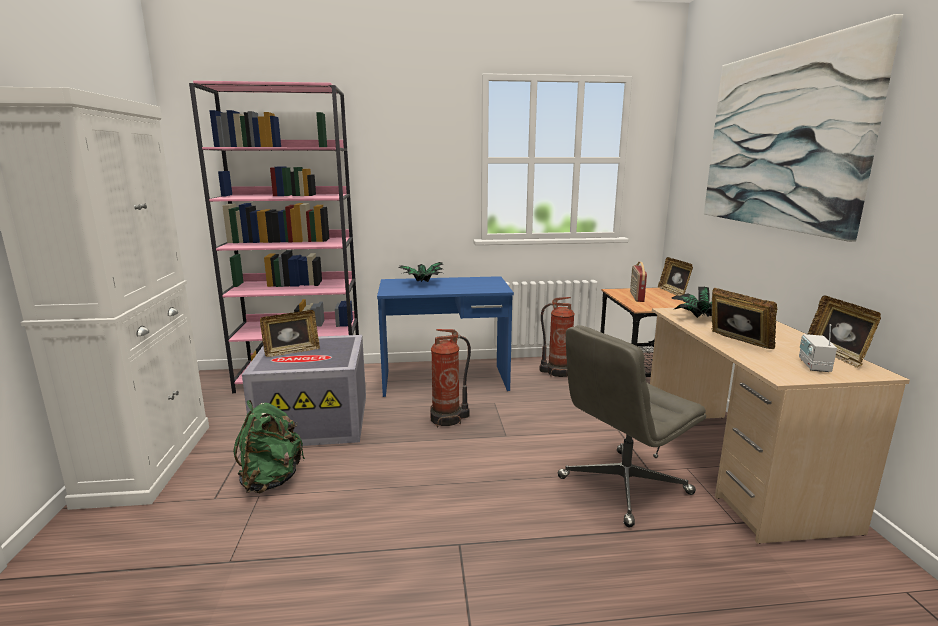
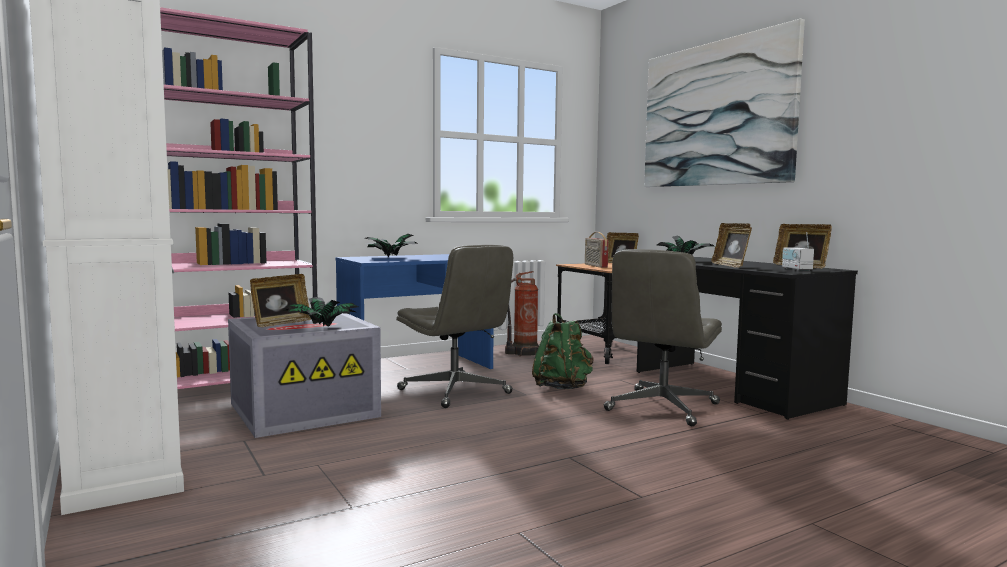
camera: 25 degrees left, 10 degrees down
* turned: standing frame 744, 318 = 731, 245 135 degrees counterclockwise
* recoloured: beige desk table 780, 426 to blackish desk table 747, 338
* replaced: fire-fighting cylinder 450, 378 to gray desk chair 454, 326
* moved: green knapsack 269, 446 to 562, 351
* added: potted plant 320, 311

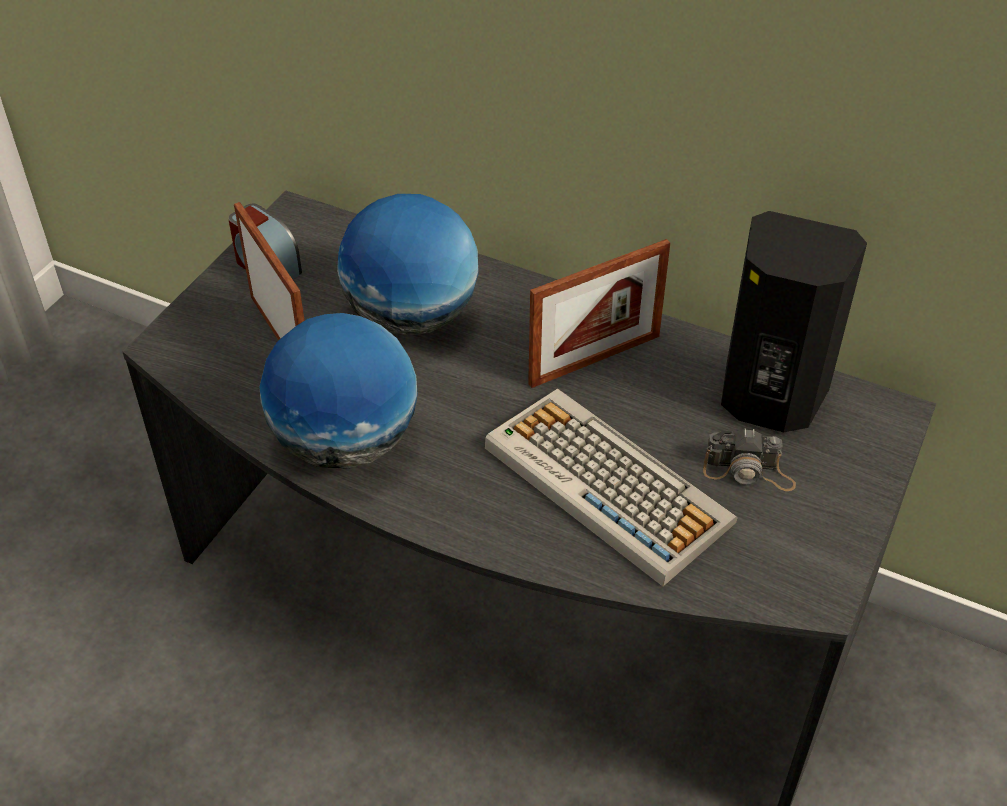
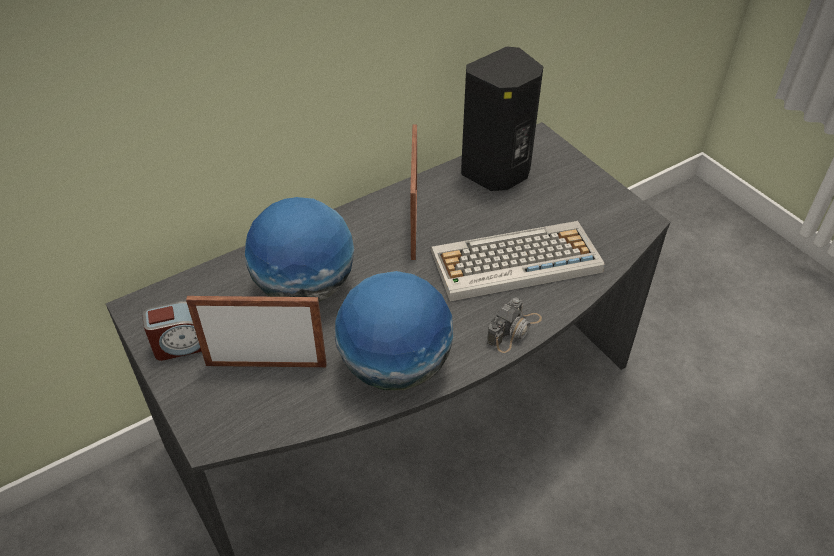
camera: 60 degrees left, 0 degrees up
* moved: still camera 749, 459 to 514, 325

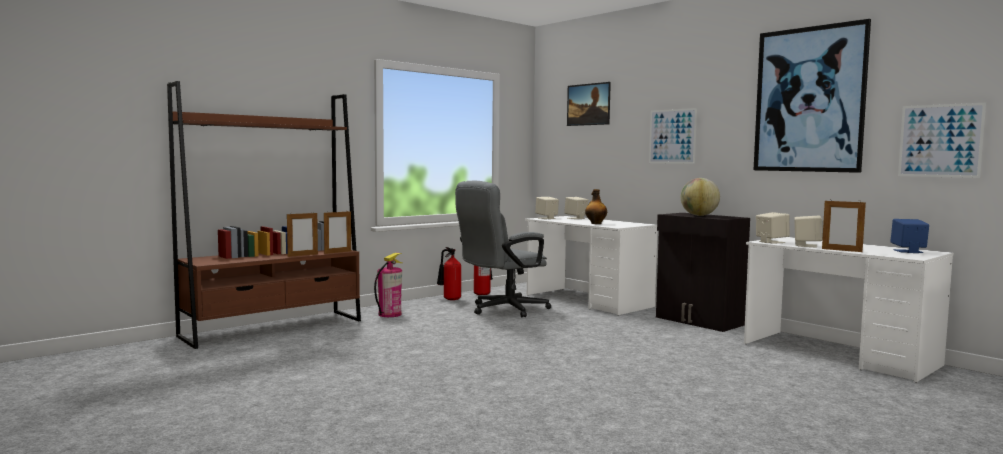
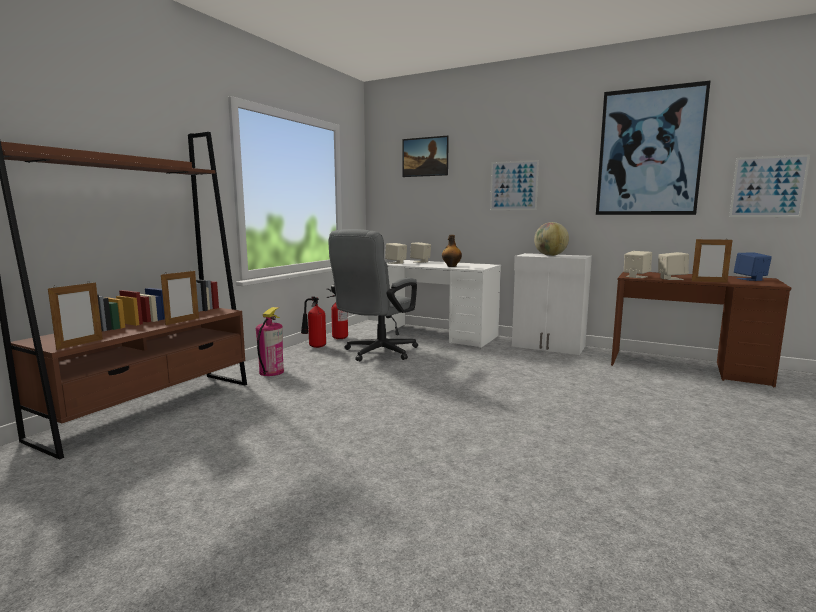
camera: 20 degrees left, 5 degrees up
* moved: standing frame 337, 232 to 75, 316
* recoloured: blackish cupboard 703, 272 to white-coloured cupboard 552, 304
* recoloured: white-coloured desk table 849, 310 to brown-coloured desk table 701, 329

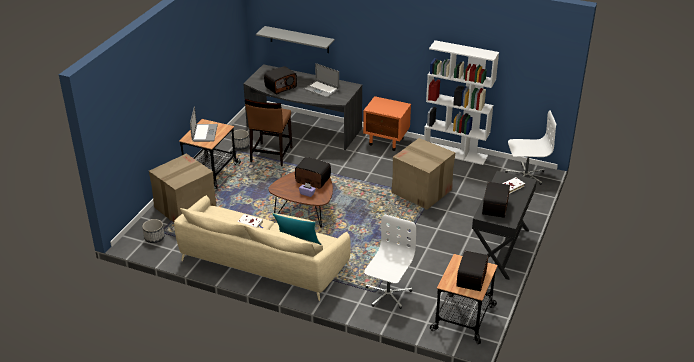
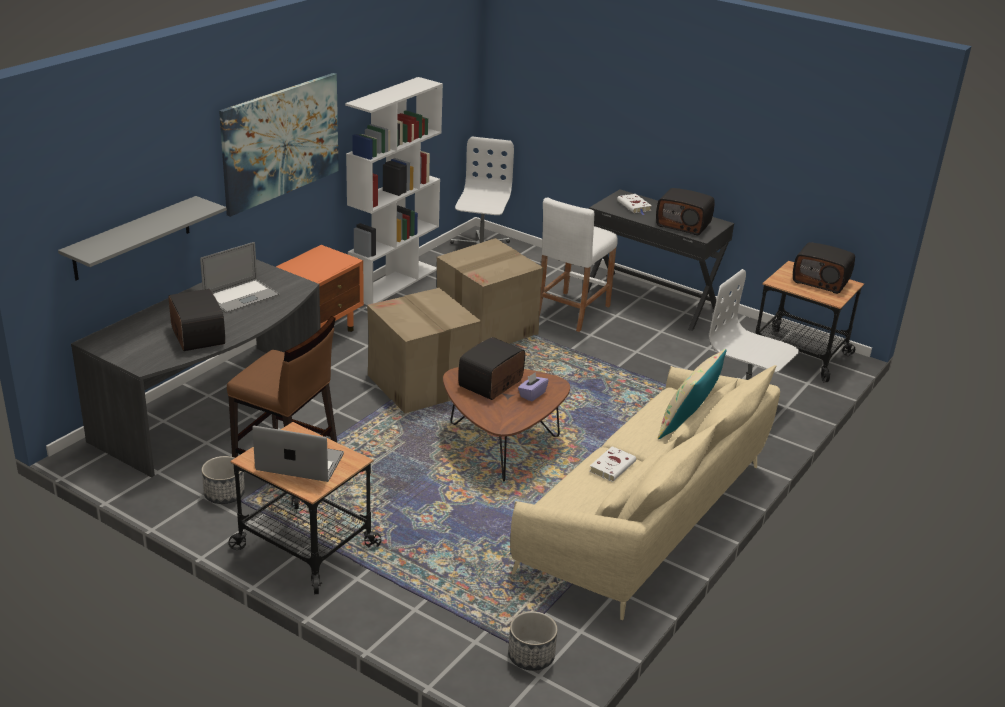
camera: 80 degrees left, 5 degrees down
* moved: carton 183, 187 to 424, 350
* added: wall picture 279, 145
* added: white-coloured sitting stool 578, 264

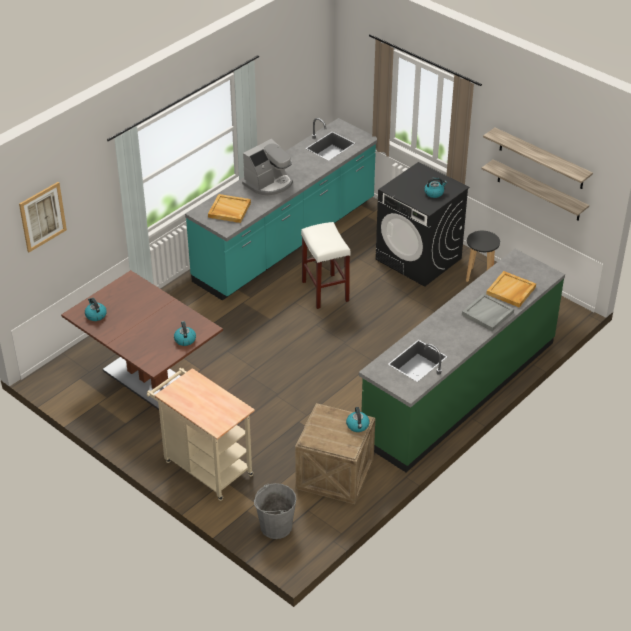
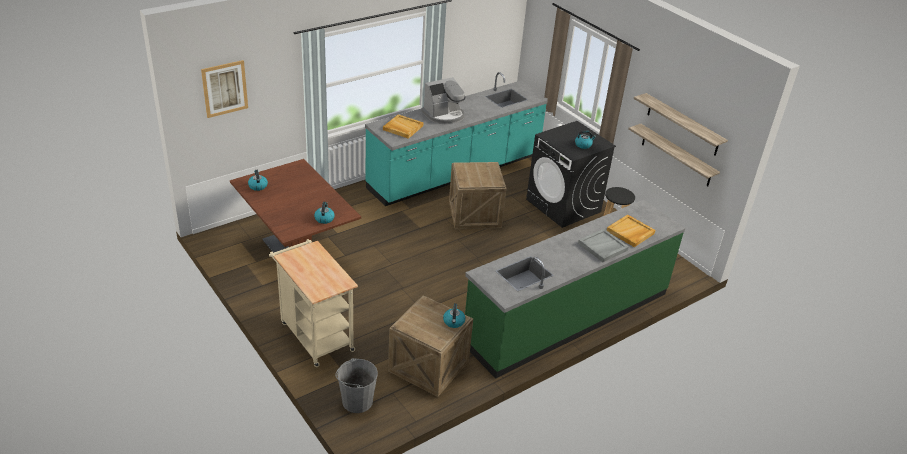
camera: 10 degrees right, 5 degrees down
* replaced: white-coloured sitting stool 326, 265 to packing crate 477, 195

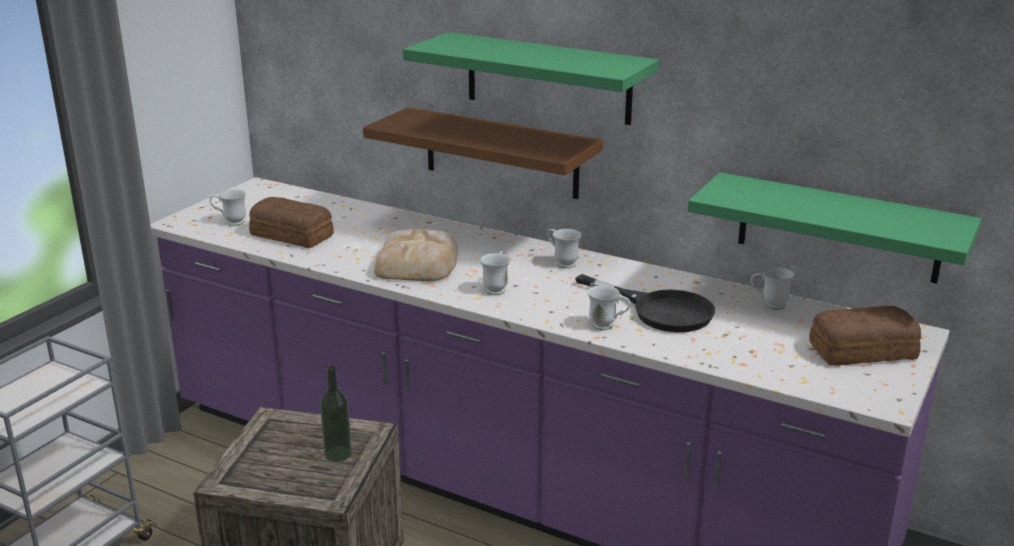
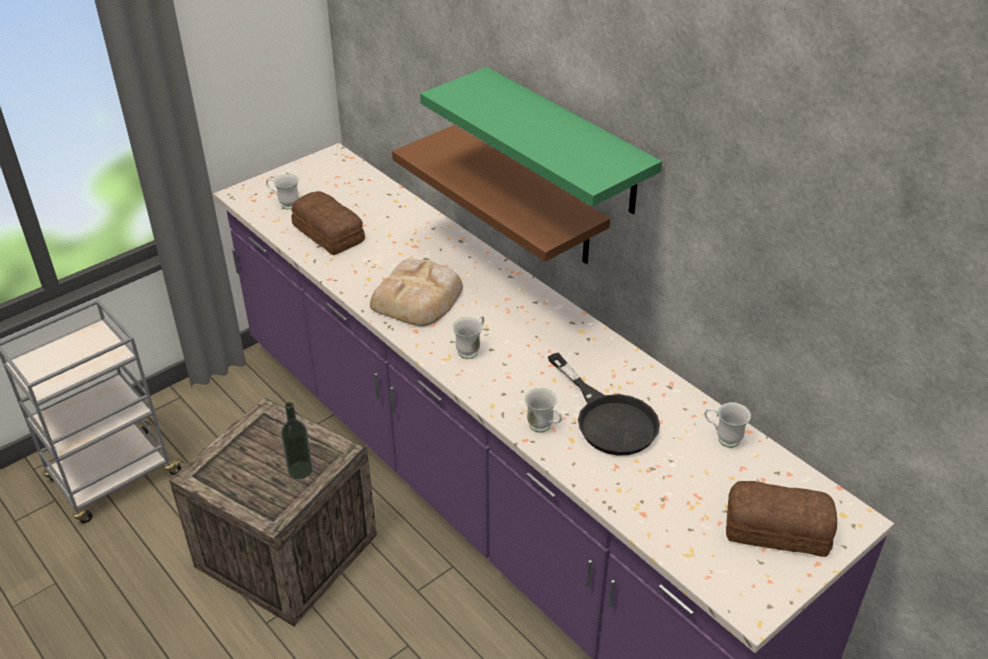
camera: 20 degrees right, 15 degrees up
* removed: green wall shelf 834, 228
* removed: white-coloured coffee mug 564, 248

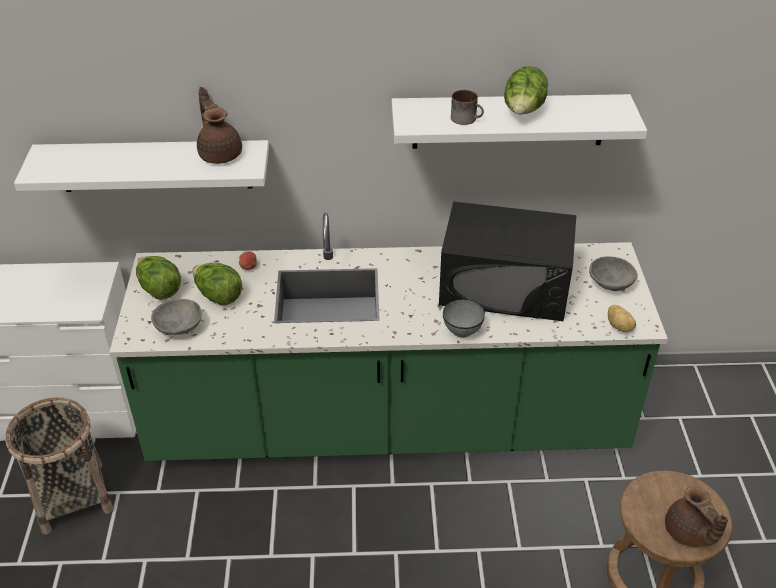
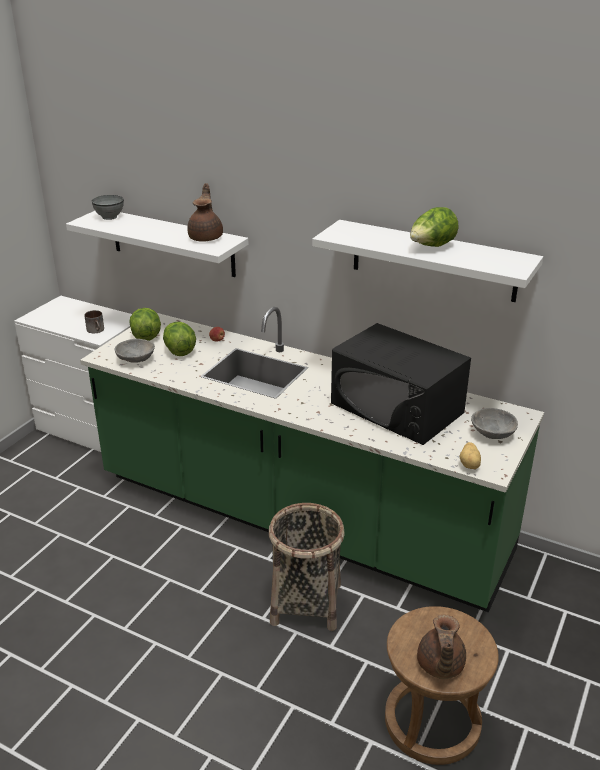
camera: 30 degrees right, 10 degrees down
* moved: coffee mug 467, 107 to 94, 321
* moved: gray serving bowl 464, 318 to 108, 207
* moved: storage basket 60, 466 to 307, 567

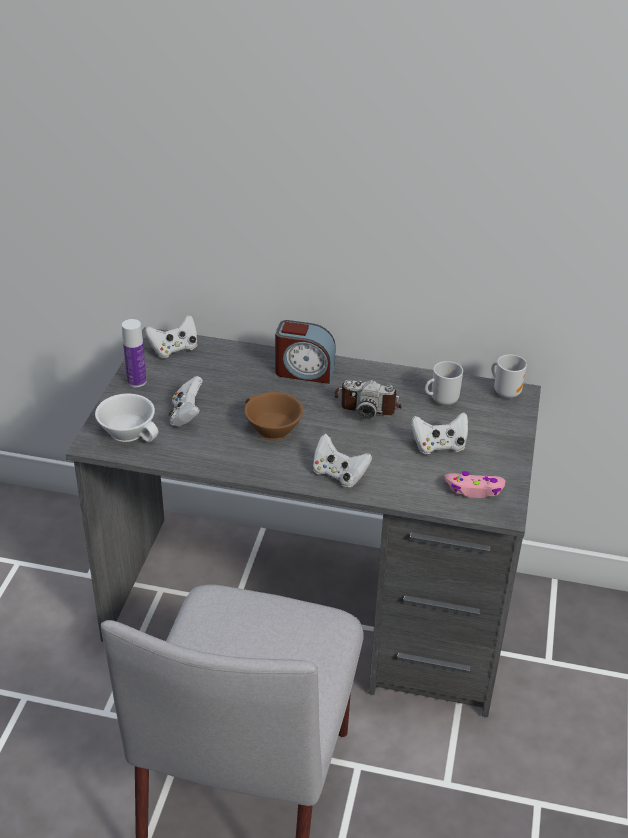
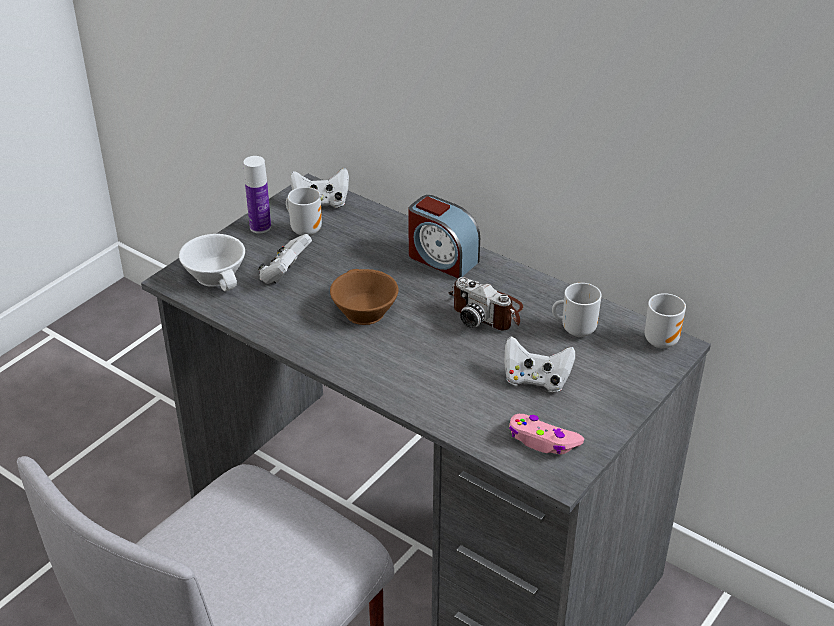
camera: 25 degrees right, 0 degrees up
* removed: white-coloured gamepad 342, 461
* added: coffee mug 304, 211

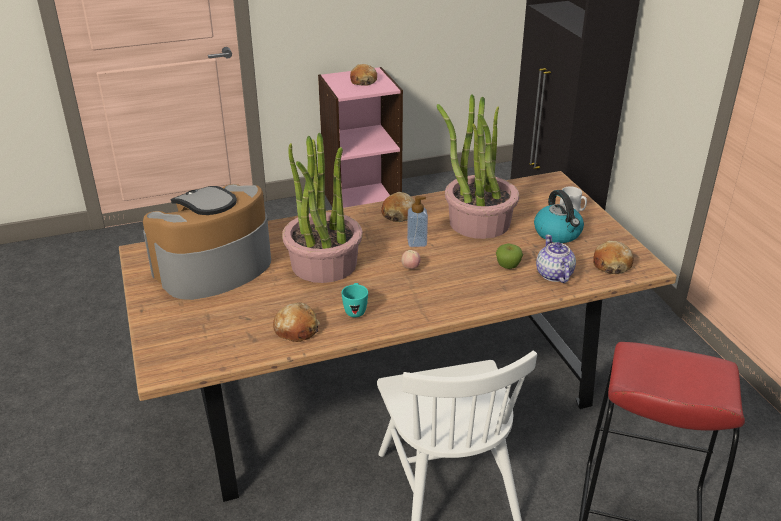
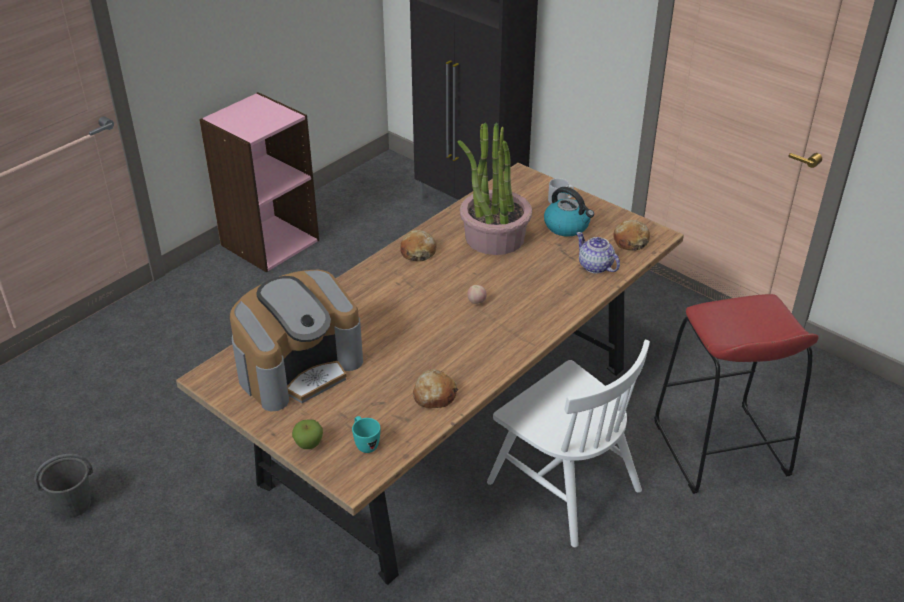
camera: 30 degrees left, 5 degrees up
* removed: bread 363, 75
* removed: potted plant 322, 207
* turned: coffee maker 207, 242 = 296, 340 150 degrees counterclockwise
* removed: soap bottle 417, 221
* moved: apple fruit 509, 256 to 307, 434
* moved: blue-green coffee mug 355, 300 to 366, 434
* added: gray pail 63, 486

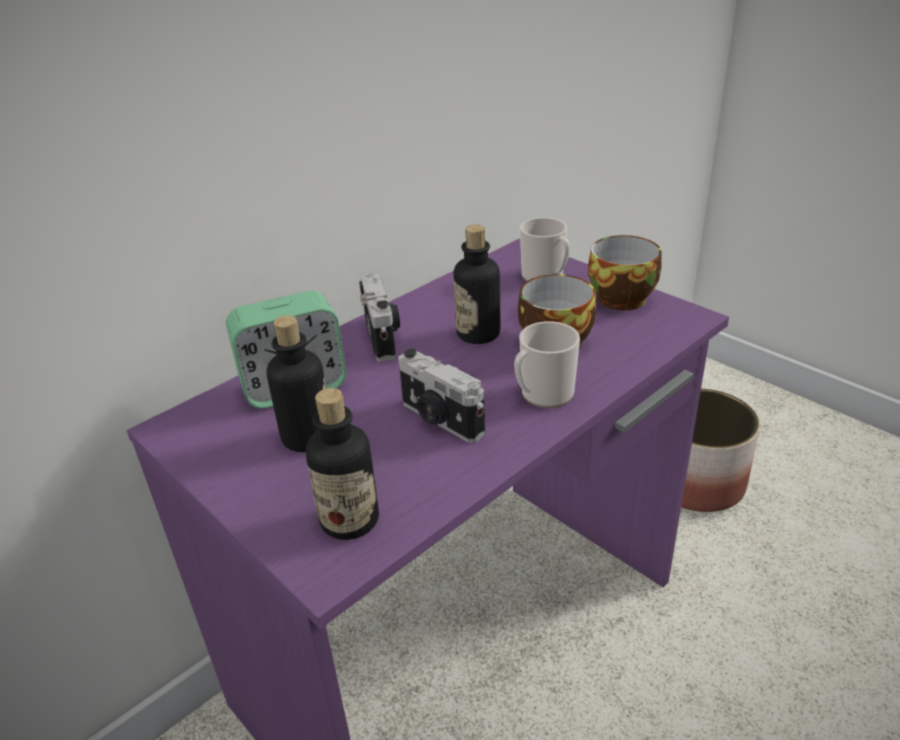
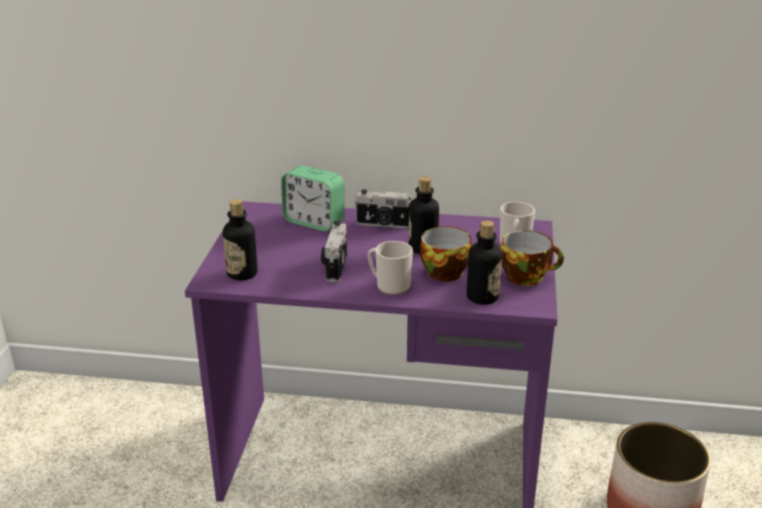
camera: 50 degrees right, 5 degrees down
* turned: still camera 379, 317 = 383, 209 60 degrees clockwise
* moved: bottle 296, 383 to 484, 262

